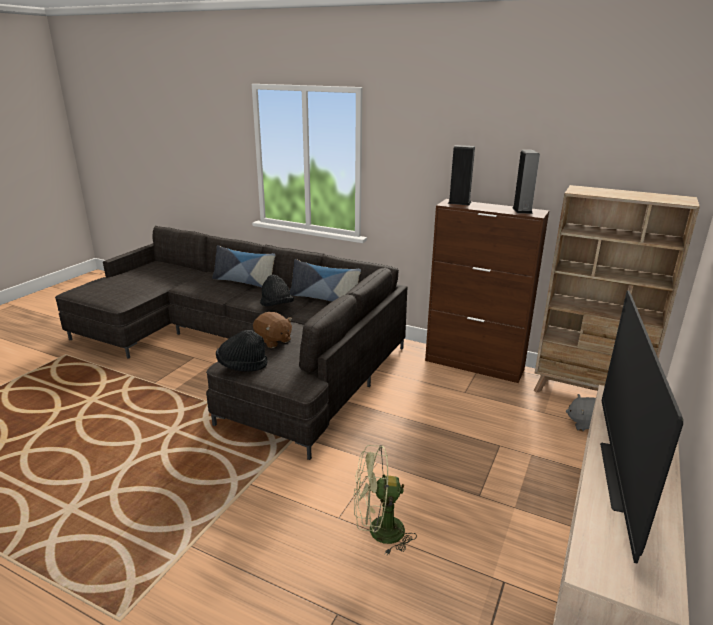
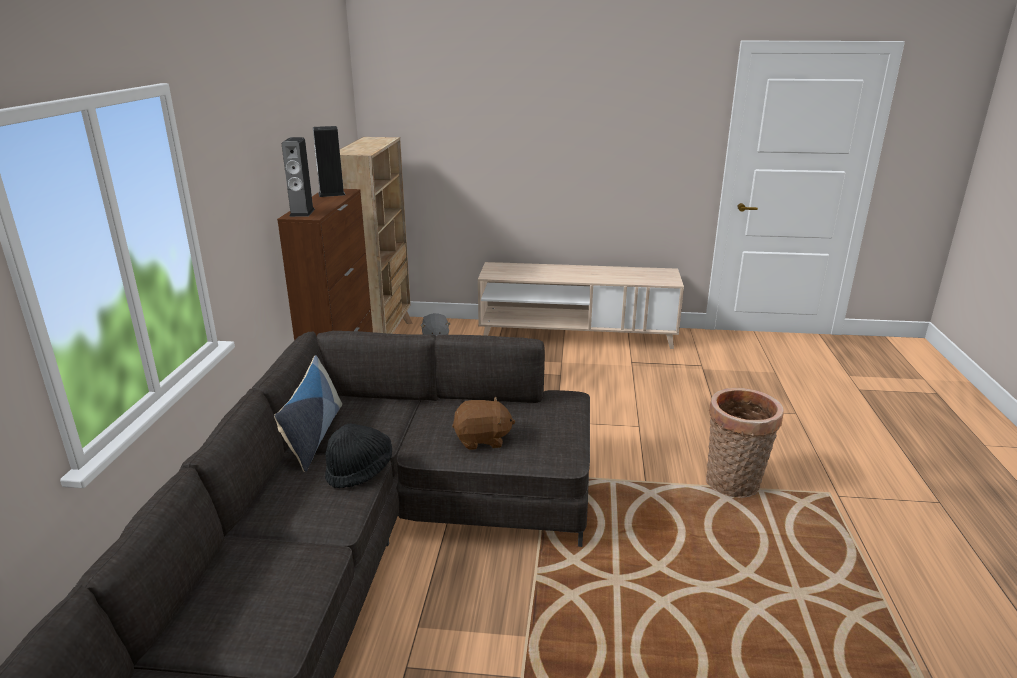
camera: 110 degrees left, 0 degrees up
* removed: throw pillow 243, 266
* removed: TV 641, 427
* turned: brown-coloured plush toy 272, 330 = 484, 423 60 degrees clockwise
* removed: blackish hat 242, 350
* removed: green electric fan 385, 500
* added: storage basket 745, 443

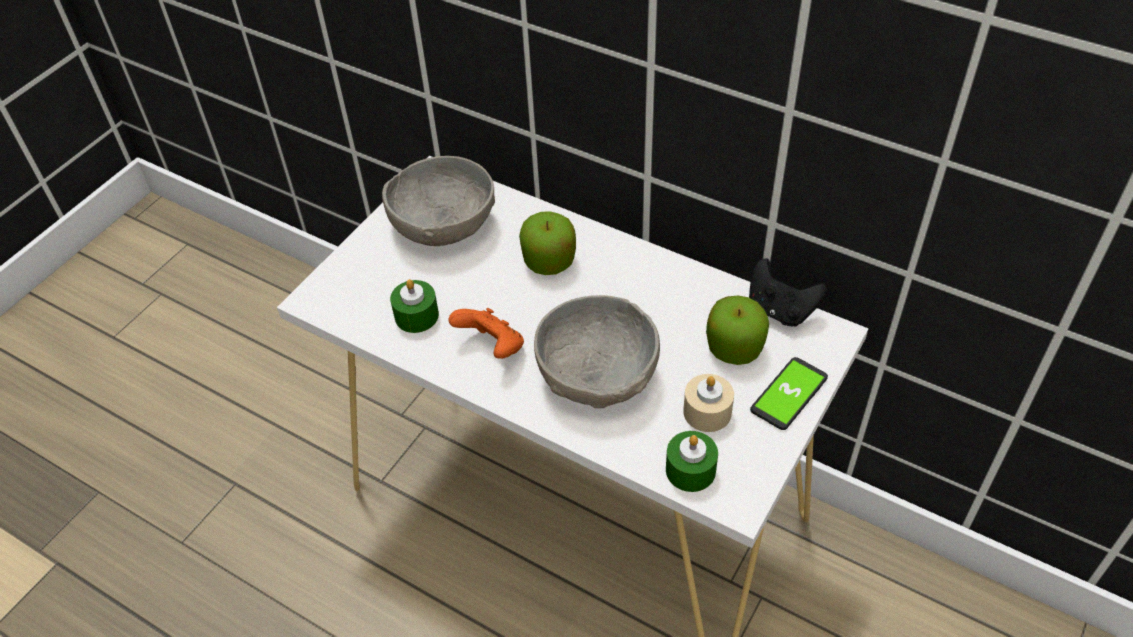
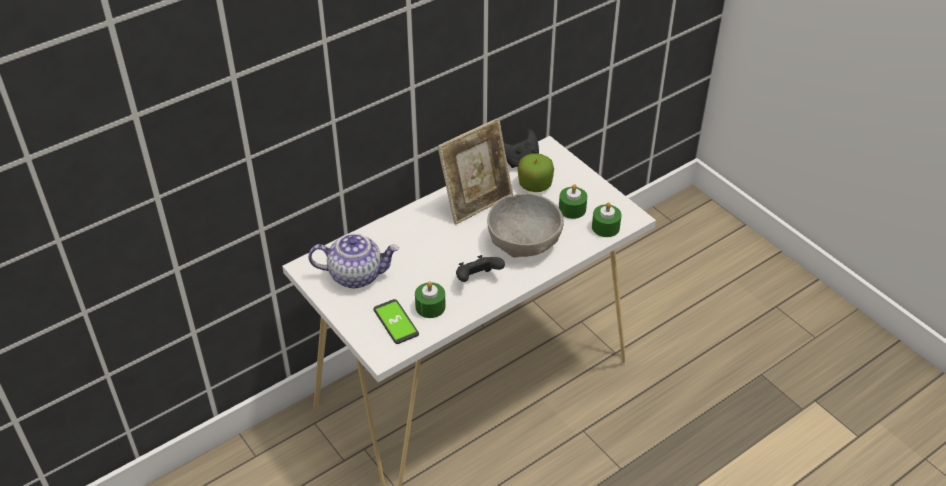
camera: 70 degrees left, 5 degrees down
* replaced: gray serving bowl 438, 201 to tea pot 353, 260
* removed: apple fruit 547, 243
* recoloured: orange gamepad 486, 333 to blackish gamepad 480, 268
* moved: handset 789, 393 to 396, 321
* recoloured: beige wax light 708, 403 to green wax light 573, 201
* added: standing frame 475, 171

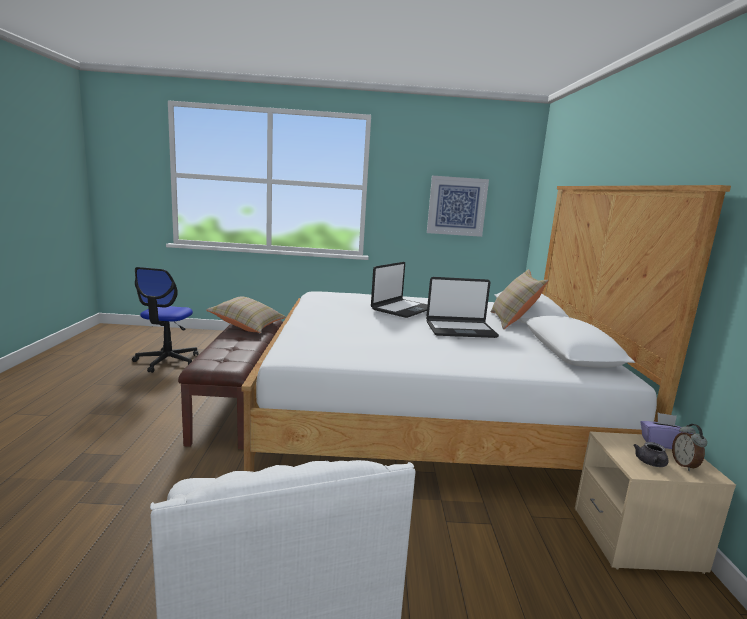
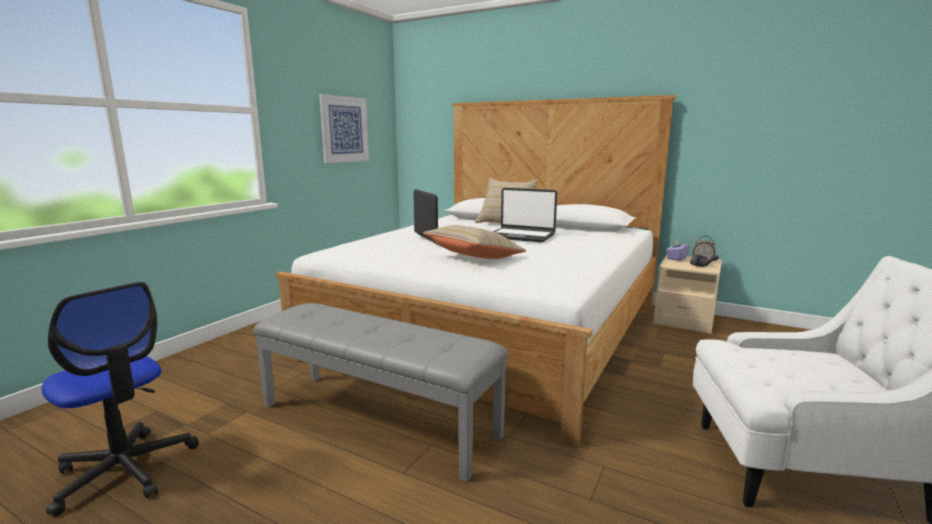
camera: 60 degrees left, 0 degrees up
* turned: portable computer 462, 307 = 525, 215 90 degrees clockwise
* moved: beige throw pillow 246, 315 to 474, 242
* recoloured: brown-coloured bench 230, 384 to gray bench 381, 392

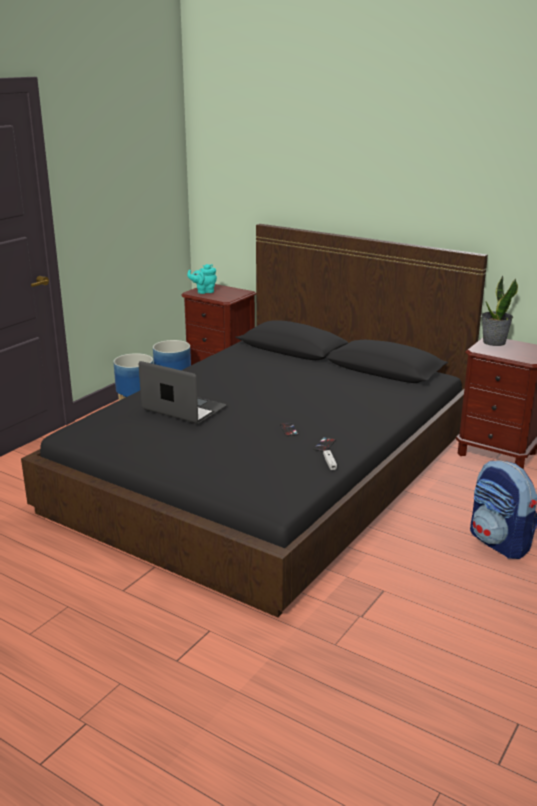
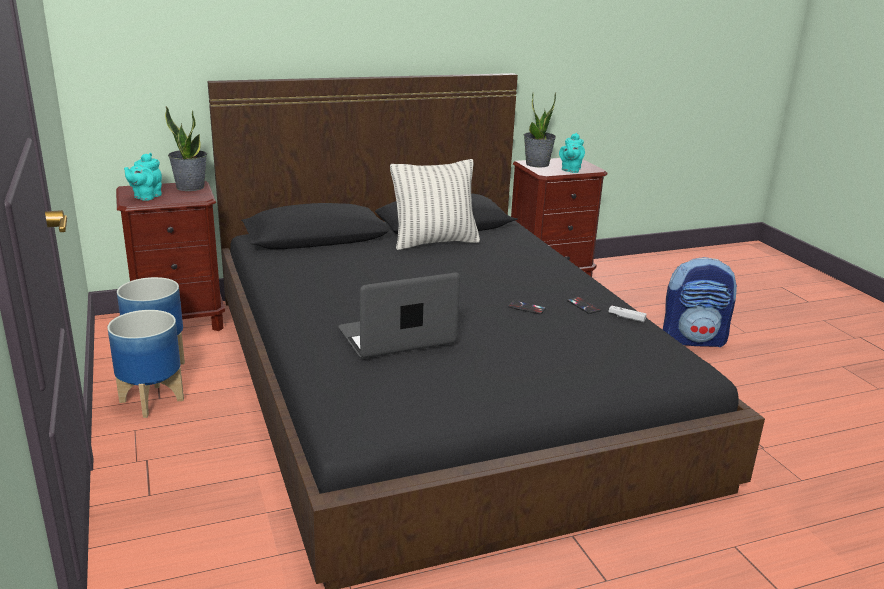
camera: 55 degrees left, 0 degrees up
* added: potted plant 186, 148
* added: blue-green tea pot 572, 153
* added: throw pillow 435, 204

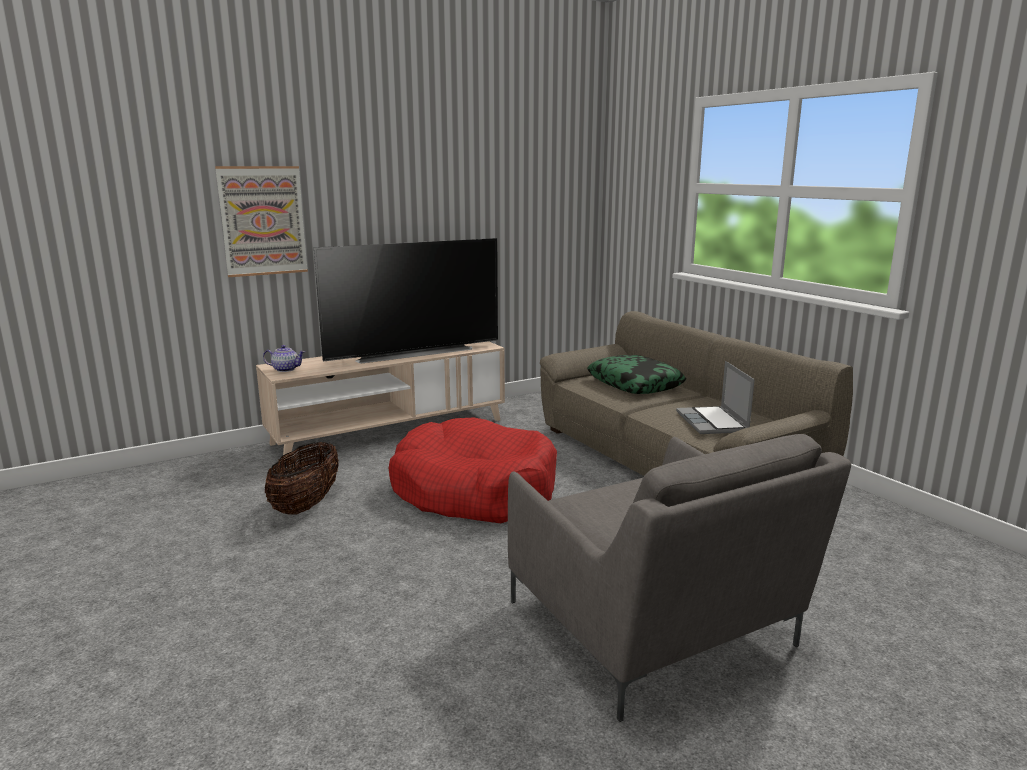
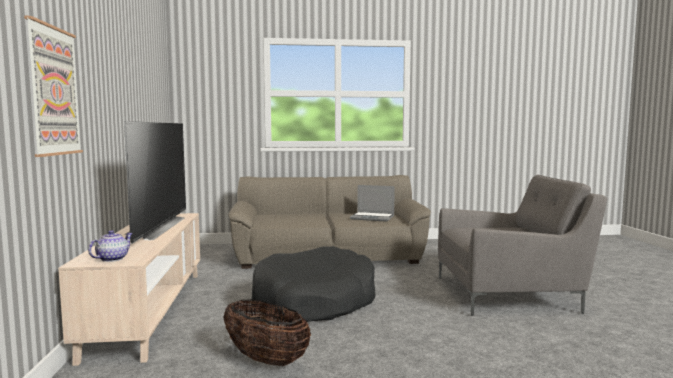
camera: 65 degrees left, 10 degrees down
* removed: throw pillow 636, 374
* recoloured: red pet bed 473, 470 to blackish pet bed 314, 284

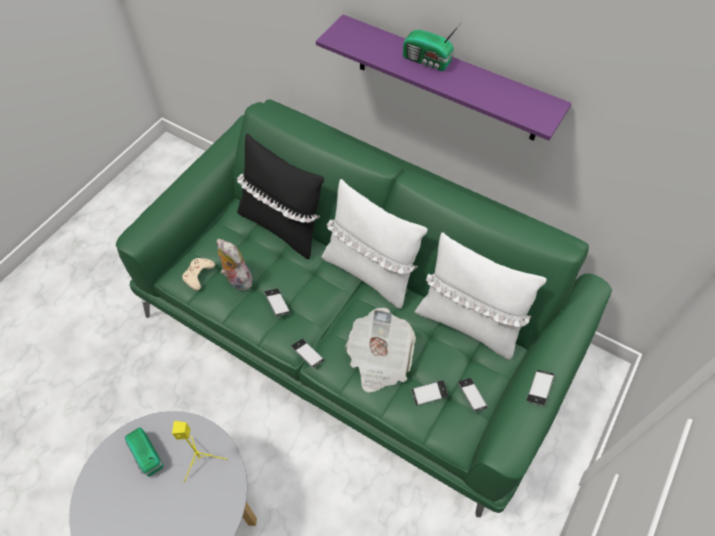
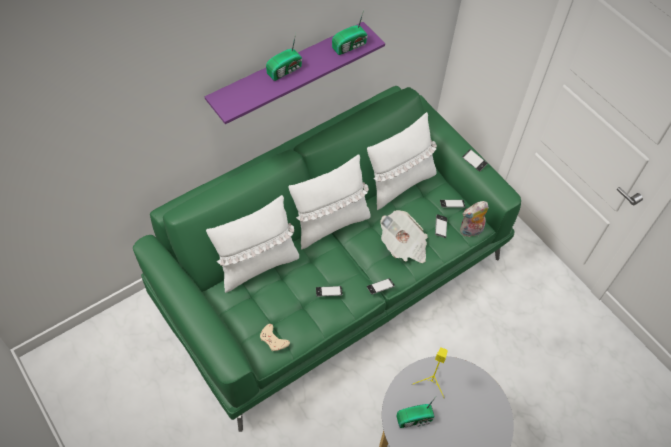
camera: 70 degrees left, 0 degrees up
* recoloured: blackish throw pillow 280, 196 to white-coloured throw pillow 252, 244
* moved: plush toy 235, 265 to 474, 219
* added: radio 350, 32

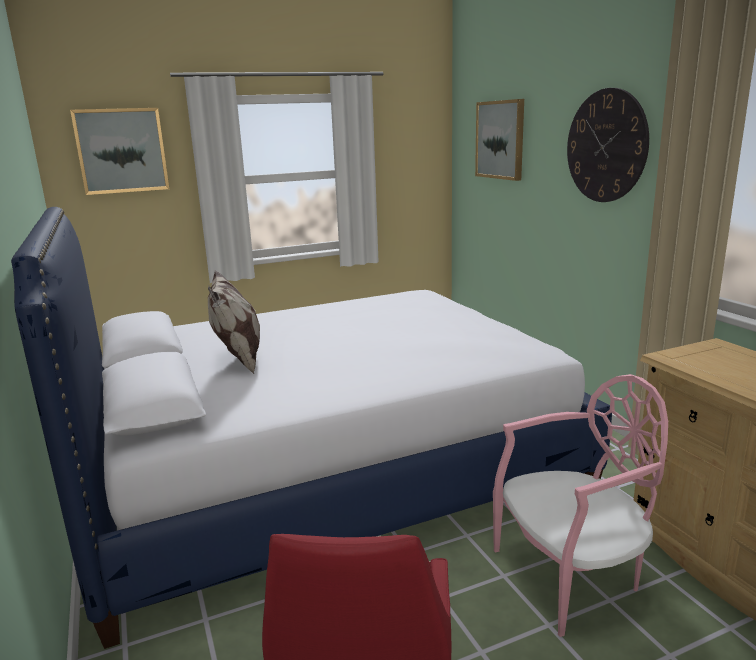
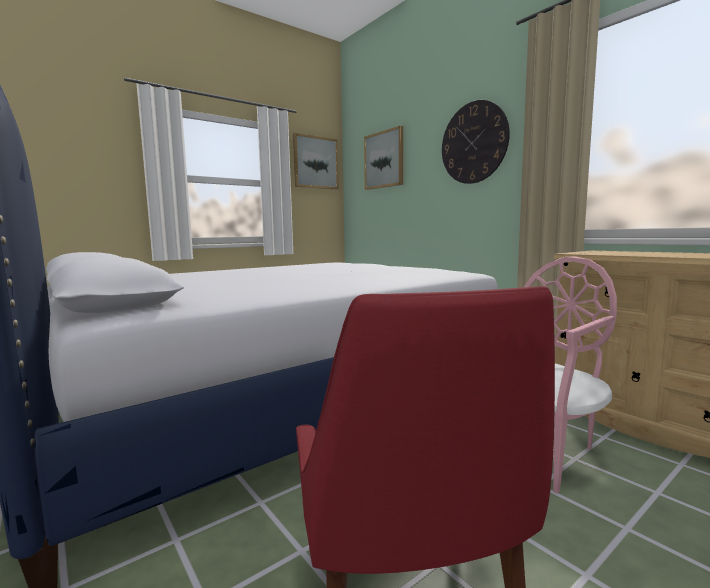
camera: 15 degrees left, 10 degrees down
* moved: wall picture 119, 151 to 316, 161
* removed: throw pillow 234, 322

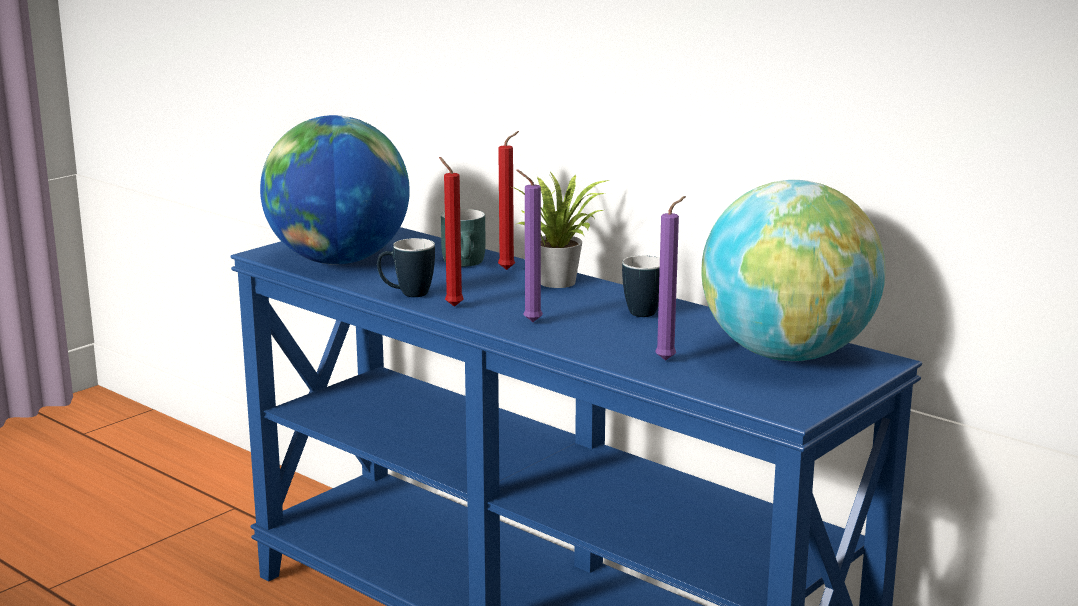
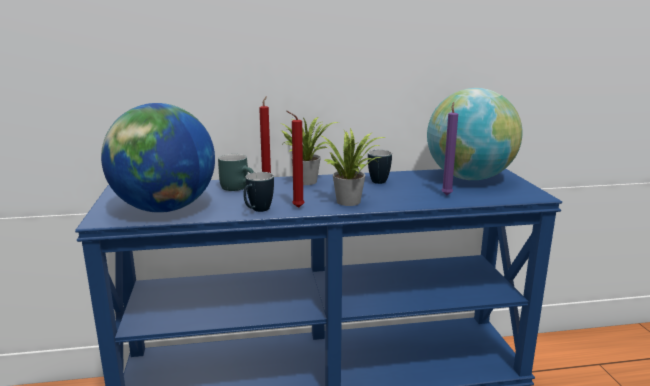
camera: 50 degrees left, 0 degrees up
* replaced: purple-coloured wax light 530, 245 to potted plant 352, 167

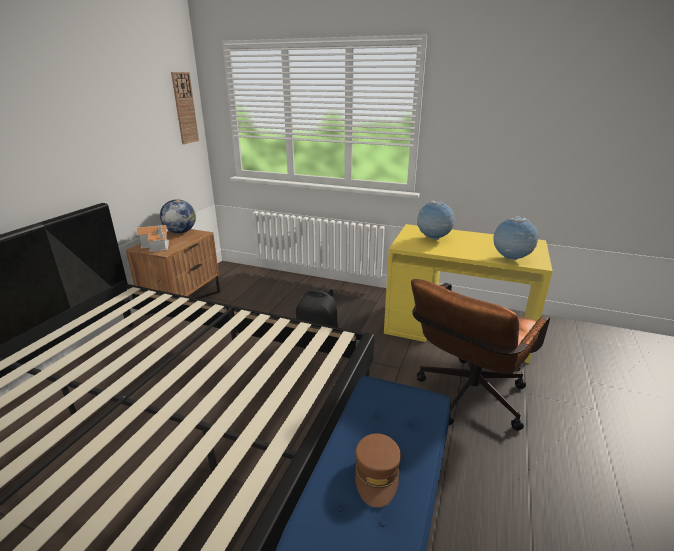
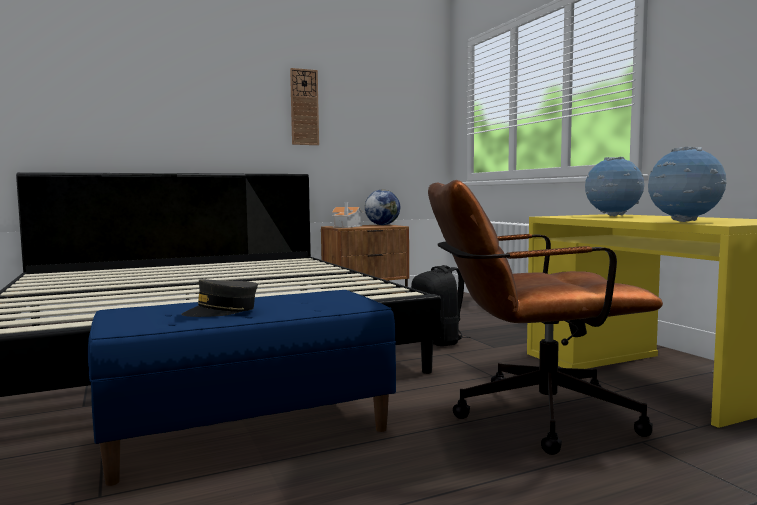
camera: 45 degrees right, 20 degrees down
* moved: wall clock 185, 108 to 304, 106
* recoloured: brown-coloured cap 378, 470 to gray cap 219, 298

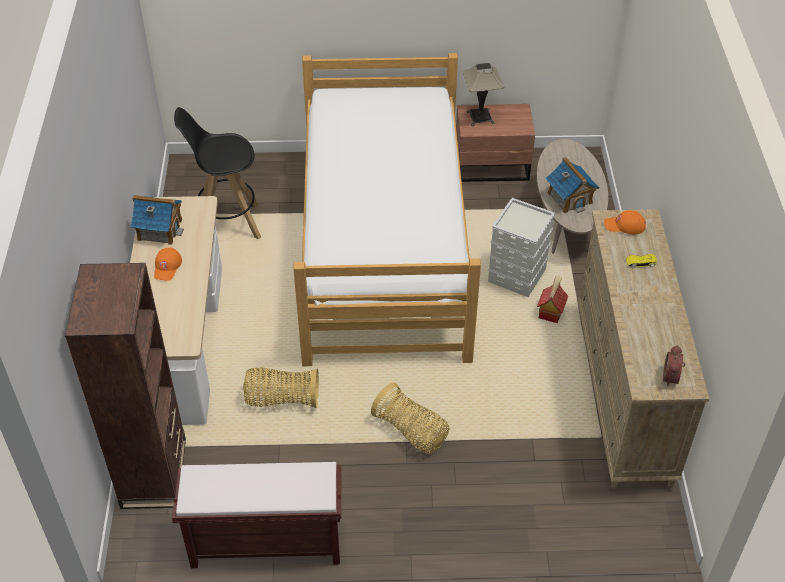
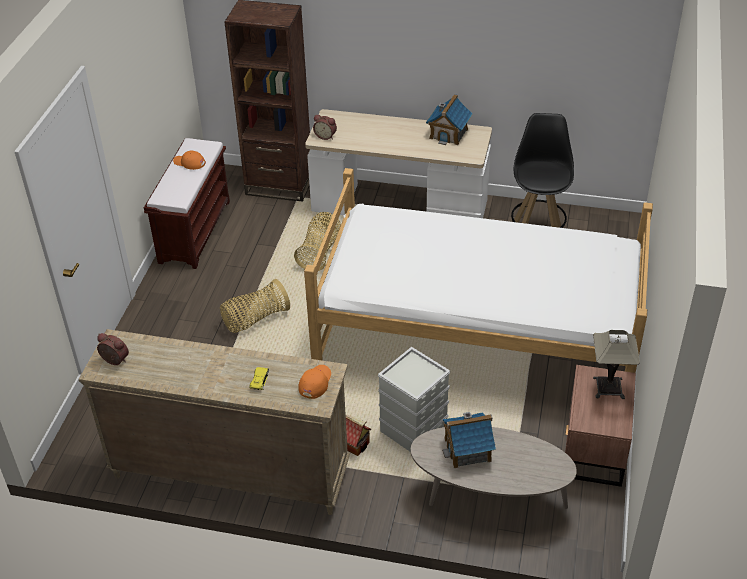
camera: 105 degrees right, 5 degrees down
* moved: orange cap 168, 264 to 189, 160
* added: bedside clock 325, 127

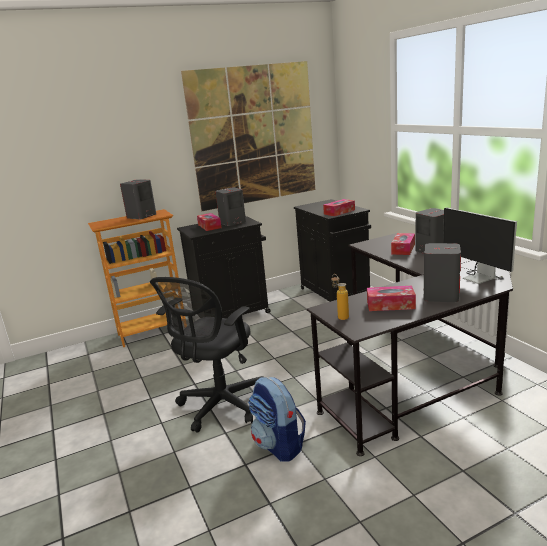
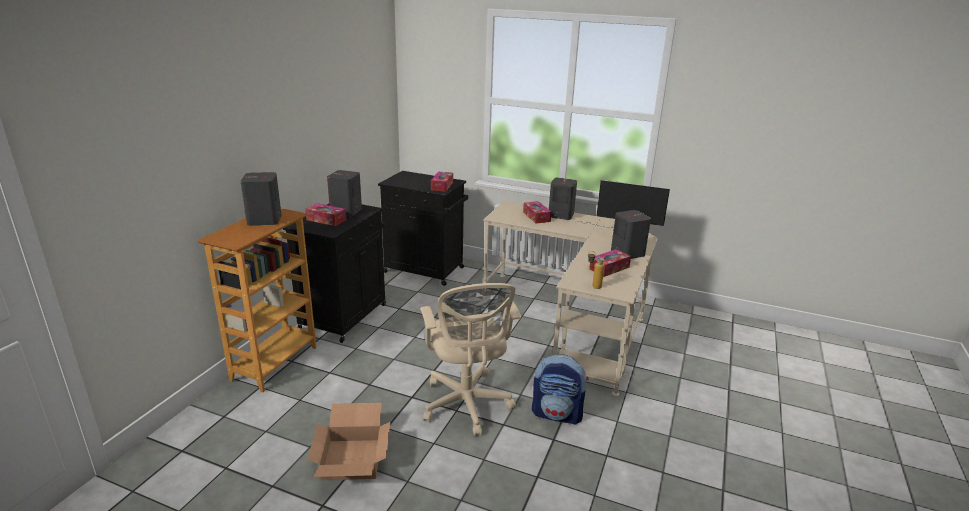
camera: 45 degrees left, 5 degrees up
* removed: wall picture 248, 136
* recoloured: blackish desk table 410, 344 to beige desk table 570, 298
* recoloured: blackish desk chair 207, 355 to beige desk chair 471, 359
* added: carton 348, 441

